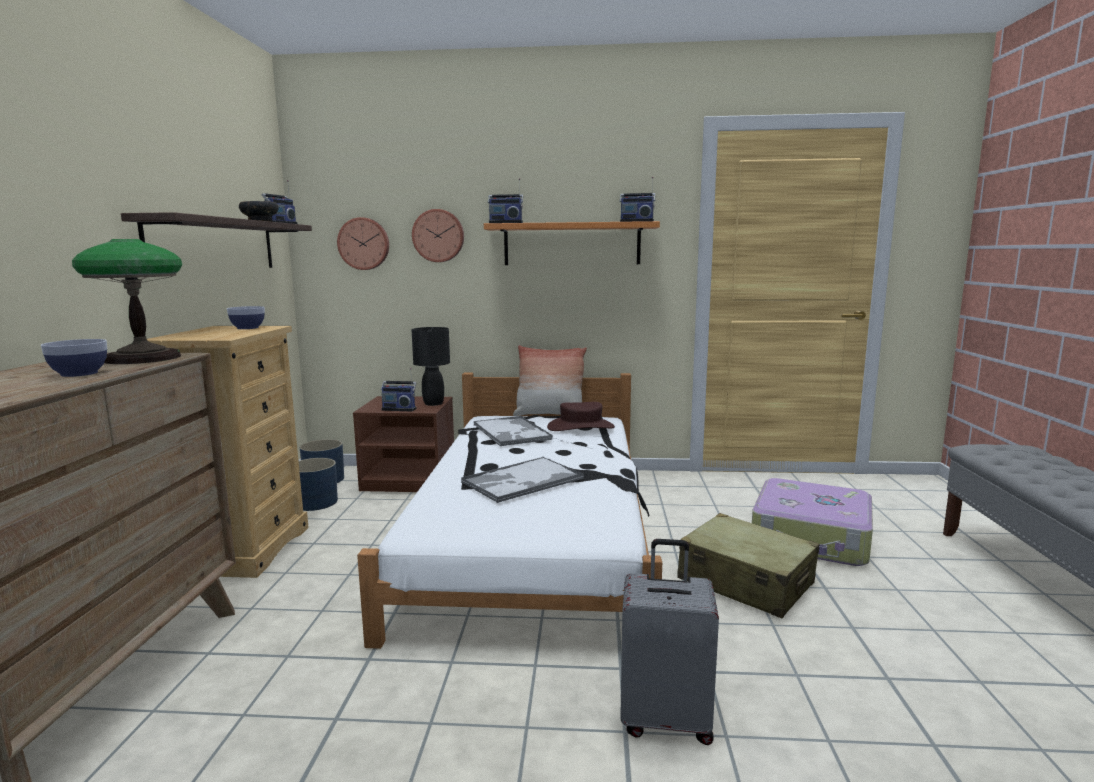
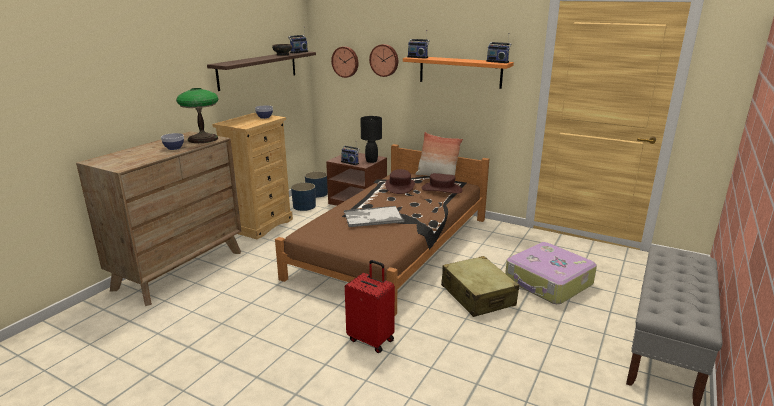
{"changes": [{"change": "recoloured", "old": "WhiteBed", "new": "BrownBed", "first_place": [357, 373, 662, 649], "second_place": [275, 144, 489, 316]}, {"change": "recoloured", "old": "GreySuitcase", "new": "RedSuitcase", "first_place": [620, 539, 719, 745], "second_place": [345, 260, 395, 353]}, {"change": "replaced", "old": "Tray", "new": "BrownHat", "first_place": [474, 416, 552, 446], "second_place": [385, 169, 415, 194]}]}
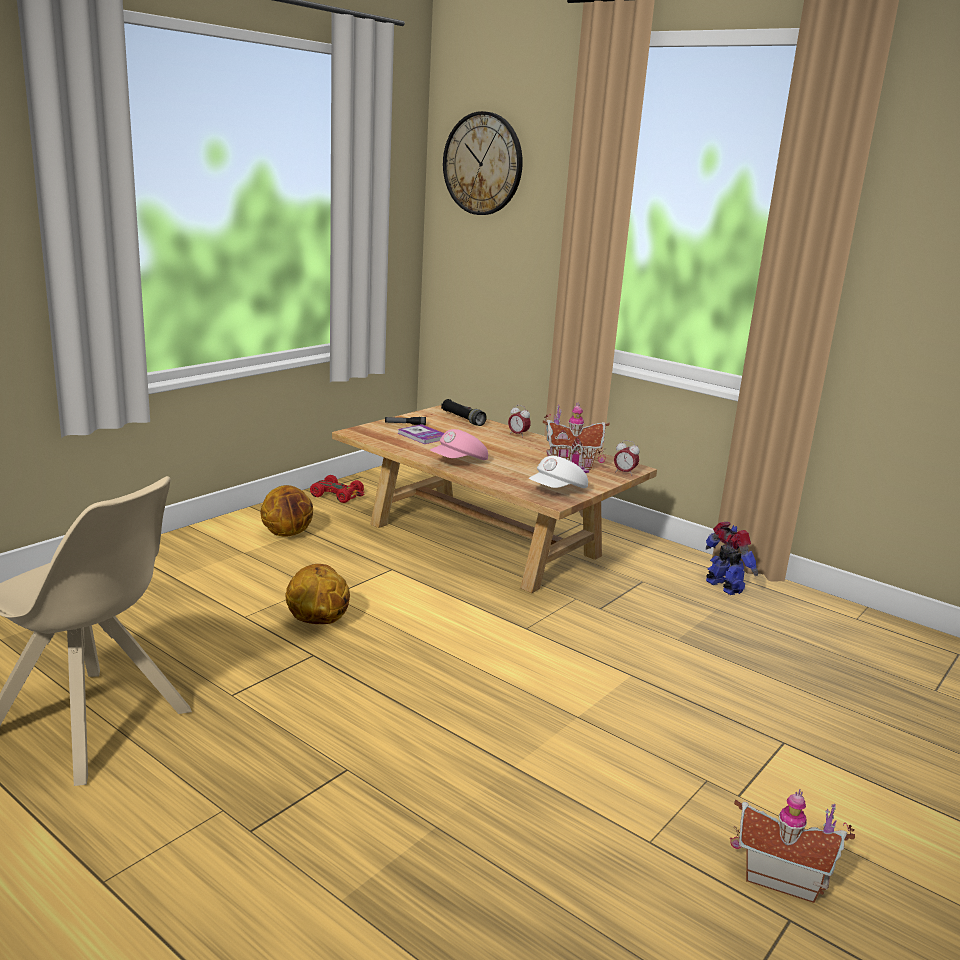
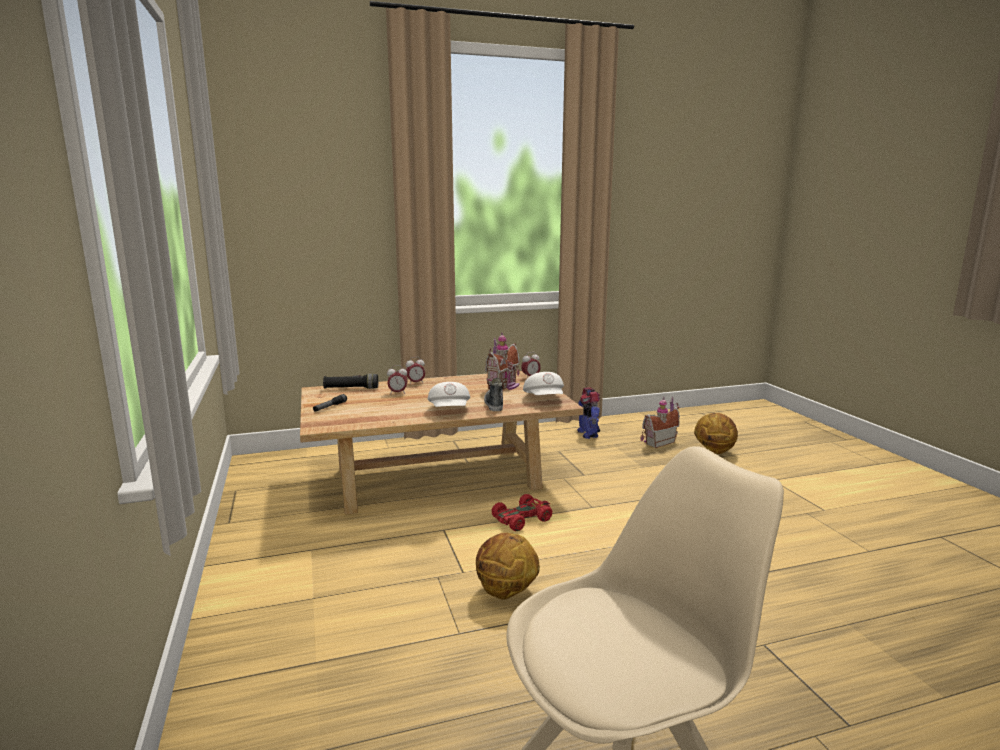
{"changes": [{"change": "added", "new": "AlarmClock", "second_place": [387, 365, 408, 393]}, {"change": "recoloured", "old": "PinkCap", "new": "WhiteCap", "first_place": [430, 429, 488, 460], "second_place": [428, 382, 470, 407]}, {"change": "added", "new": "Shoe", "second_place": [484, 378, 503, 411]}, {"change": "moved", "old": "RedToyCar", "first_place": [310, 475, 364, 503], "second_place": [492, 494, 552, 531]}, {"change": "turned", "old": "ToyRobot", "first_place": [706, 522, 758, 595], "second_place": [577, 388, 600, 439], "degrees": -105}, {"change": "moved", "old": "ToyHouse", "first_place": [731, 789, 855, 903], "second_place": [640, 397, 680, 448]}, {"change": "moved", "old": "Basketball", "first_place": [260, 485, 313, 537], "second_place": [694, 413, 738, 454]}, {"change": "removed", "old": "Book", "first_place": [398, 424, 444, 444]}, {"change": "removed", "old": "WallClock", "first_place": [443, 111, 523, 215]}]}
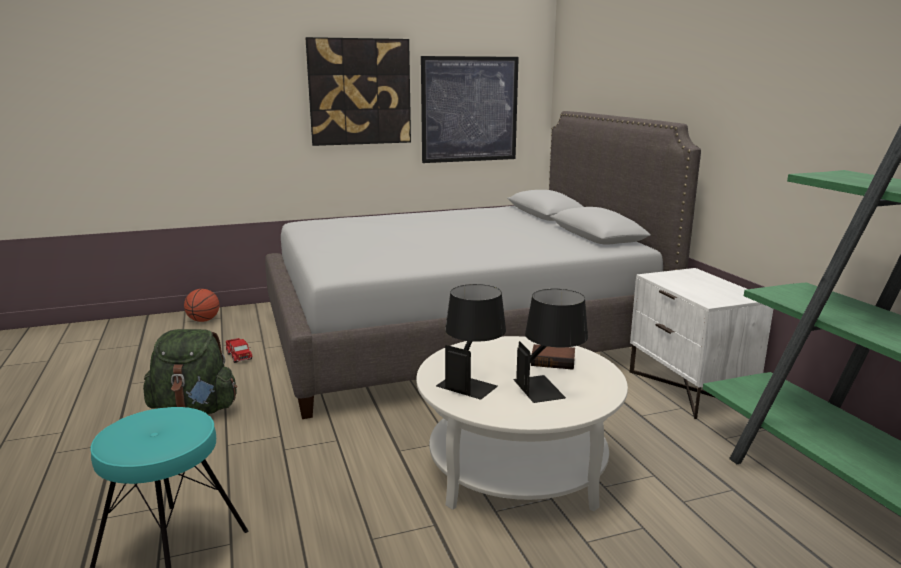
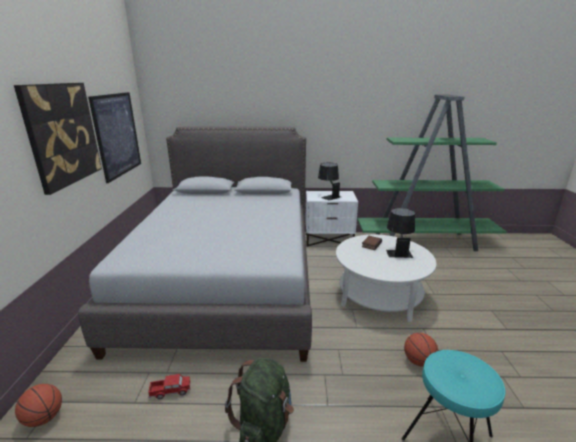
{"changes": [{"change": "moved", "old": "BlackTableLamp", "first_place": [436, 284, 506, 399], "second_place": [318, 163, 341, 201]}, {"change": "added", "new": "Basketball", "second_place": [404, 333, 438, 367]}]}
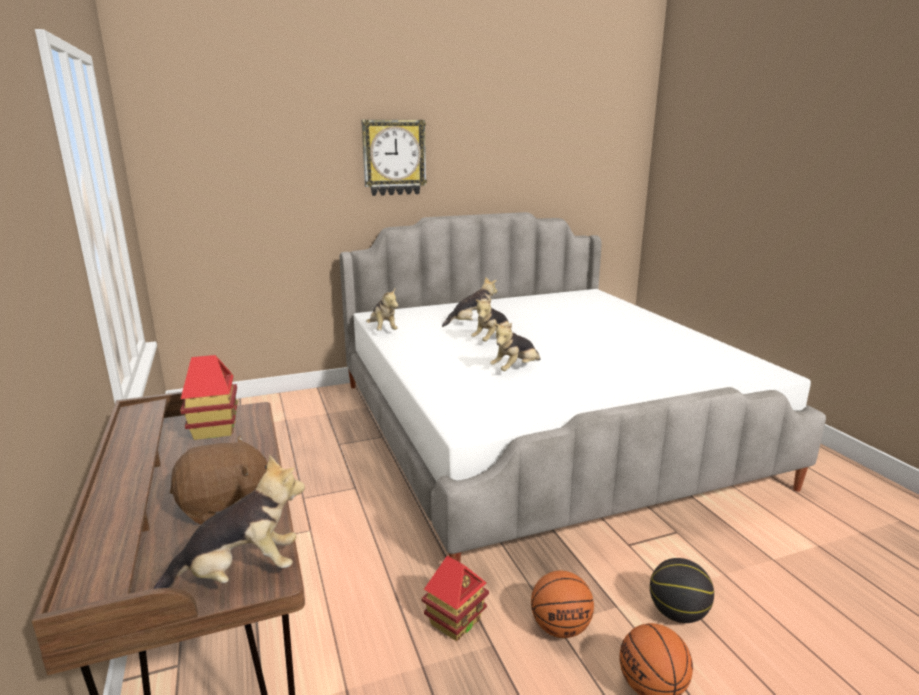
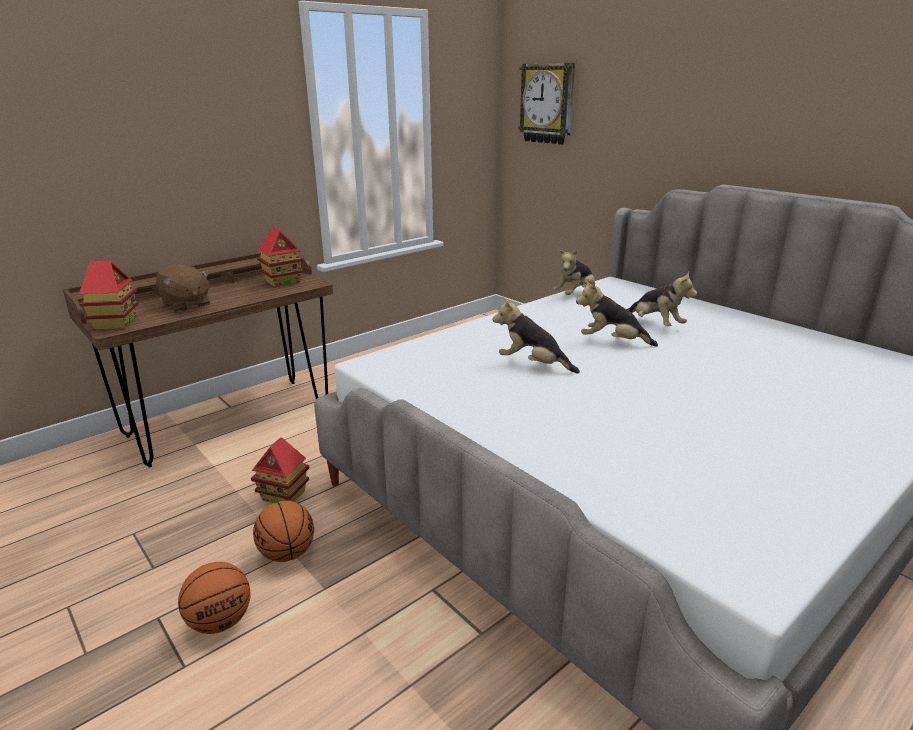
{"changes": [{"change": "replaced", "old": "PlushToy", "new": "ToyHouse", "first_place": [153, 455, 305, 589], "second_place": [79, 260, 139, 330]}, {"change": "moved", "old": "WallClock", "first_place": [361, 120, 427, 196], "second_place": [518, 63, 575, 145]}, {"change": "removed", "old": "Basketball", "first_place": [650, 558, 714, 623]}]}
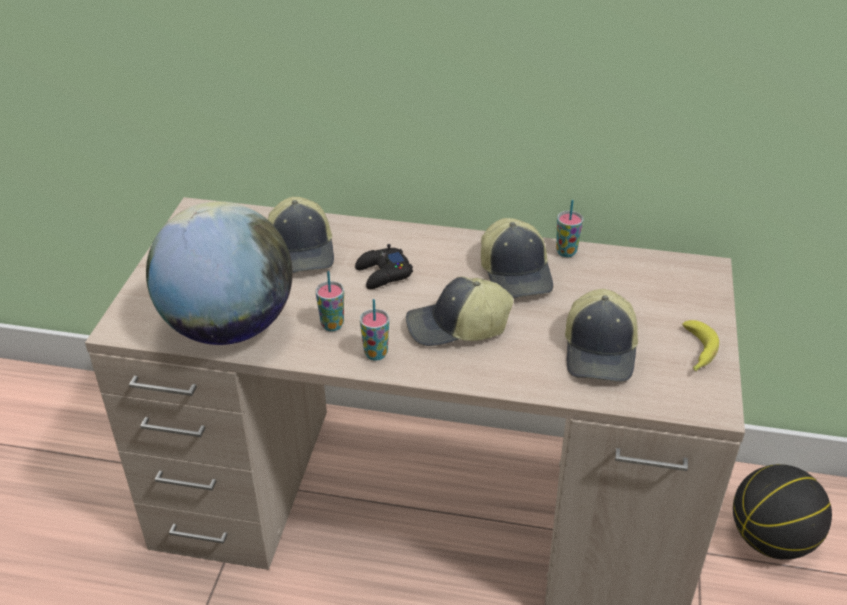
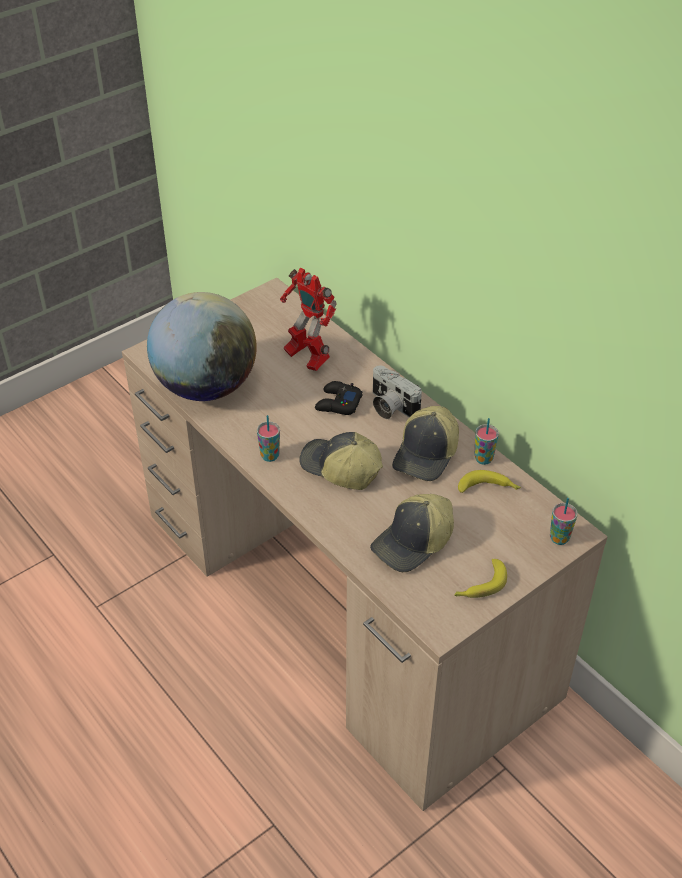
{"changes": [{"change": "replaced", "old": "Cap", "new": "ToyRobot", "first_place": [268, 197, 334, 273], "second_place": [280, 268, 337, 371]}, {"change": "added", "new": "PhotoCamera", "second_place": [373, 365, 422, 419]}, {"change": "added", "new": "Banana", "second_place": [458, 470, 521, 493]}, {"change": "moved", "old": "Cup", "first_place": [315, 271, 344, 331], "second_place": [550, 498, 578, 545]}, {"change": "removed", "old": "Basketball", "first_place": [733, 464, 832, 560]}]}
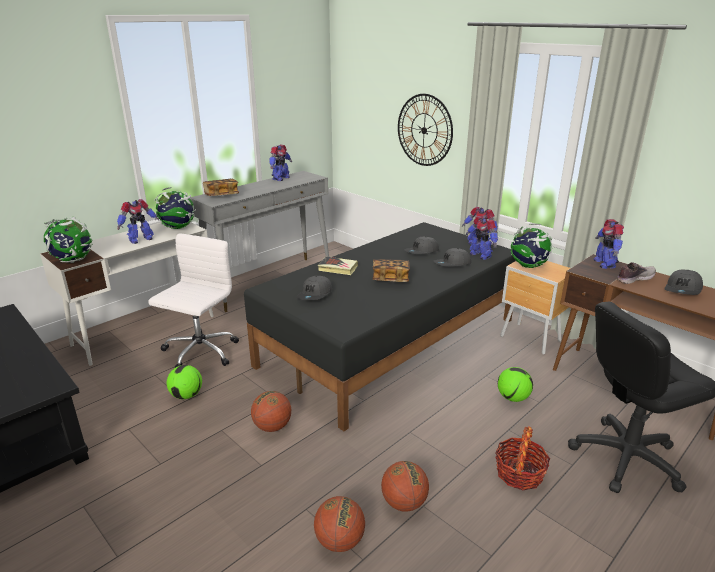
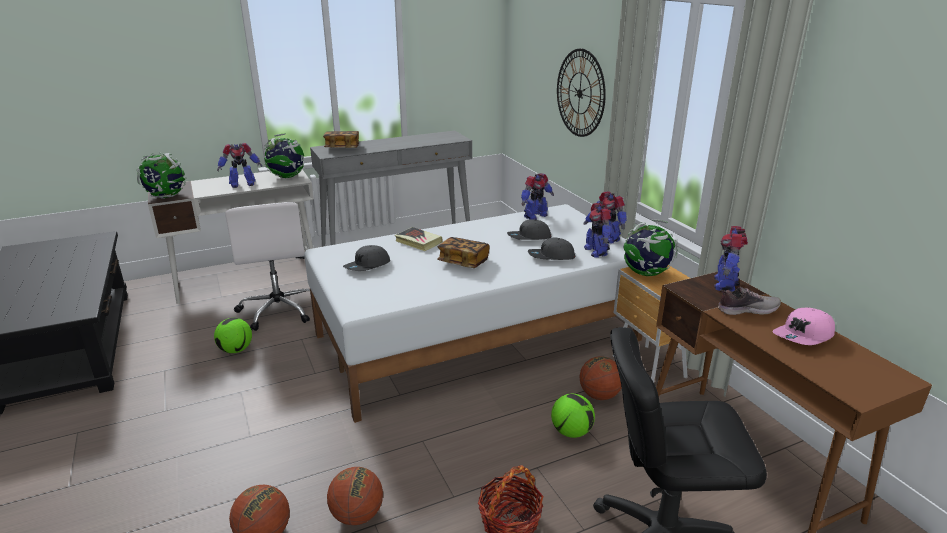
{"changes": [{"change": "turned", "old": "WhiteOfficeChair", "first_place": [148, 233, 239, 368], "second_place": [225, 202, 310, 331], "degrees": 120}, {"change": "recoloured", "old": "BlackBed", "new": "WhiteBed", "first_place": [244, 222, 515, 431], "second_place": [304, 204, 642, 423]}, {"change": "moved", "old": "ToyRobot", "first_place": [269, 145, 292, 181], "second_place": [521, 173, 554, 220]}, {"change": "moved", "old": "Basketball", "first_place": [251, 391, 291, 432], "second_place": [580, 356, 622, 400]}, {"change": "recoloured", "old": "GreyCap", "new": "PinkCap", "first_place": [664, 269, 703, 295], "second_place": [773, 308, 835, 345]}]}
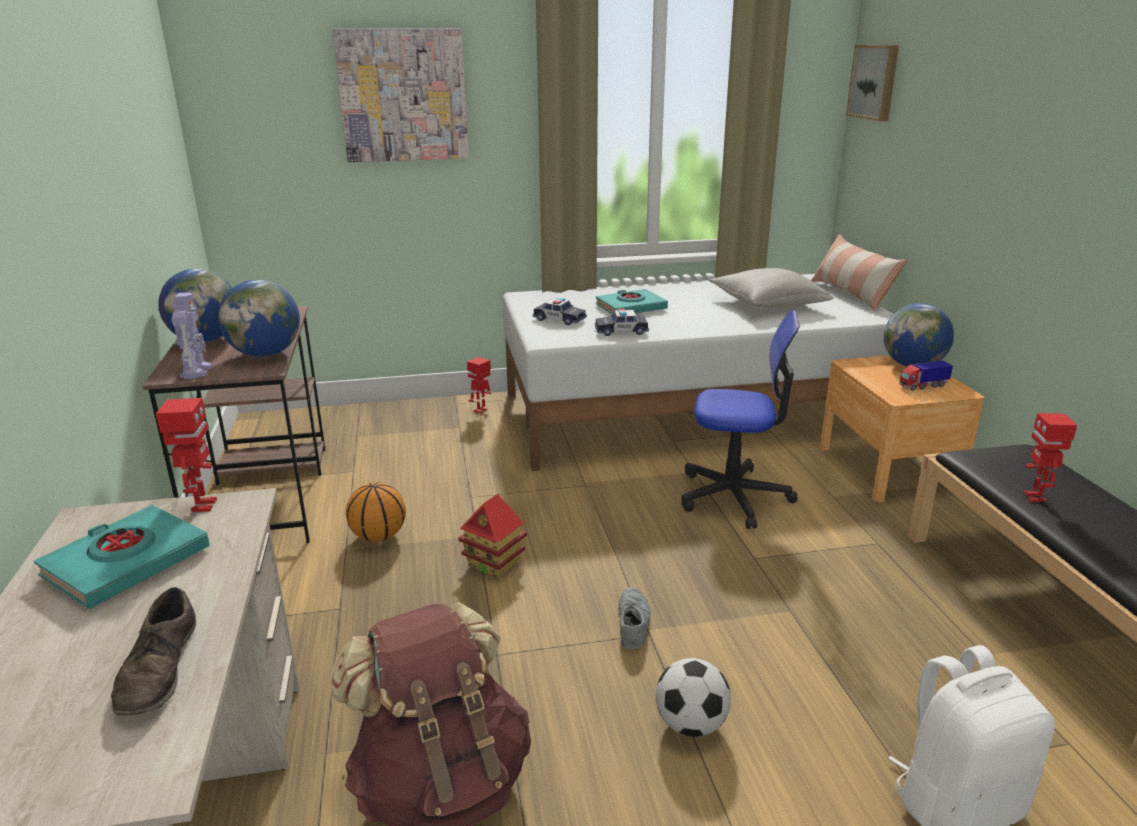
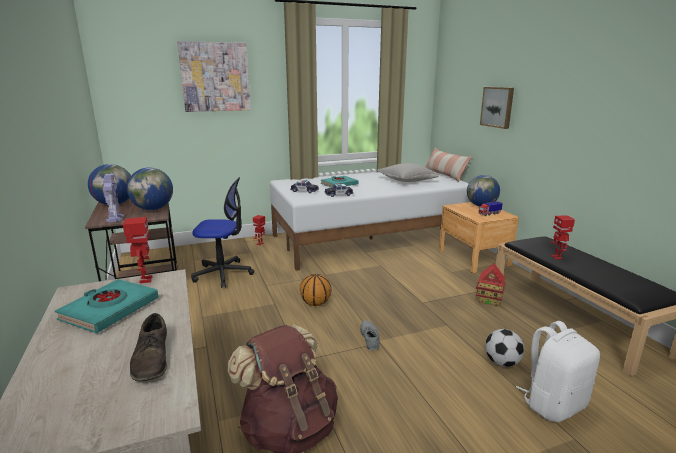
{"changes": [{"change": "moved", "old": "OfficeChair", "first_place": [682, 310, 800, 529], "second_place": [191, 177, 255, 288]}, {"change": "moved", "old": "Basketball", "first_place": [346, 483, 406, 542], "second_place": [300, 274, 331, 306]}, {"change": "moved", "old": "ToyHouse", "first_place": [458, 494, 527, 578], "second_place": [476, 263, 505, 306]}, {"change": "moved", "old": "Picture", "first_place": [846, 45, 899, 121], "second_place": [480, 87, 514, 129]}, {"change": "moved", "old": "Football", "first_place": [656, 658, 731, 737], "second_place": [485, 329, 524, 367]}]}
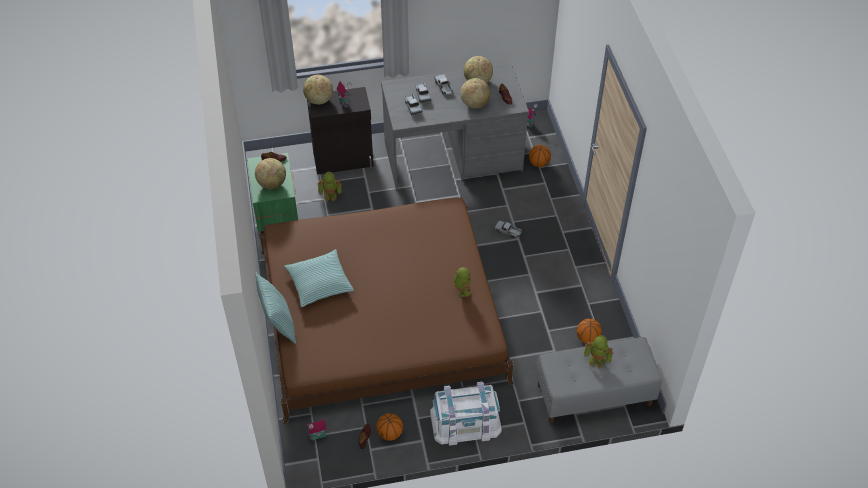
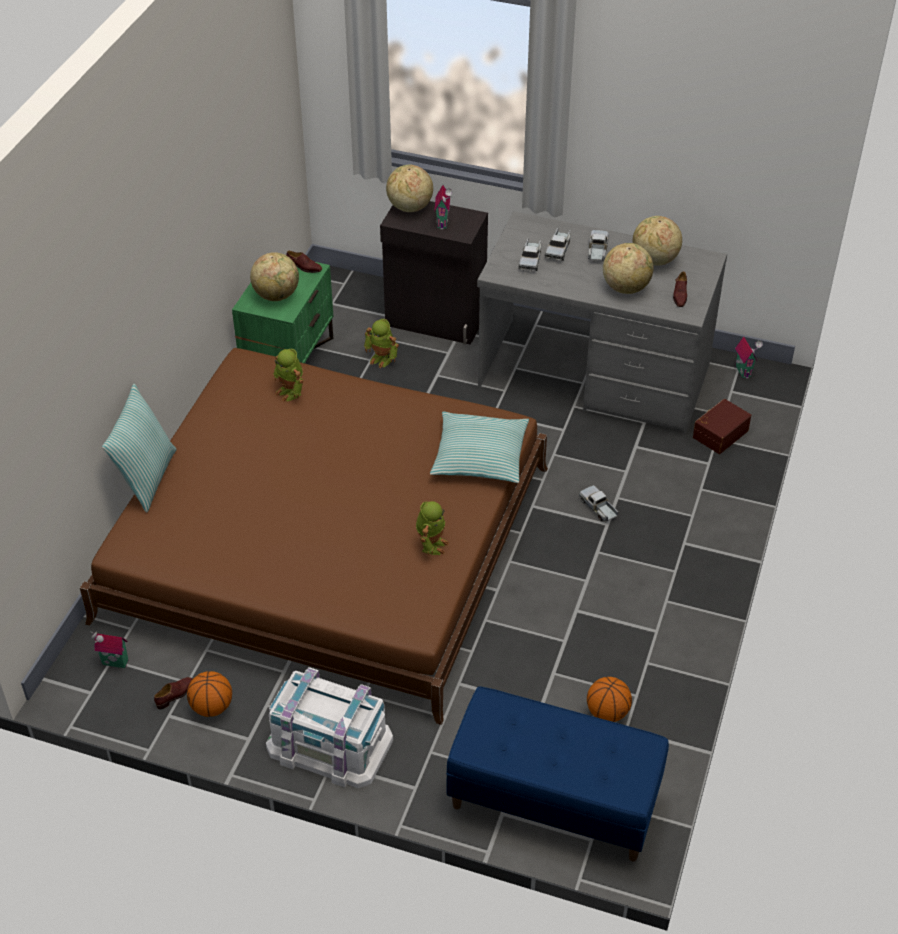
{"changes": [{"change": "moved", "old": "ToyRobot", "first_place": [584, 335, 614, 369], "second_place": [273, 349, 303, 402]}, {"change": "moved", "old": "Pillow", "first_place": [284, 249, 354, 307], "second_place": [430, 412, 529, 483]}, {"change": "recoloured", "old": "GreyBench", "new": "BlueBench", "first_place": [536, 337, 662, 423], "second_place": [446, 687, 669, 862]}, {"change": "replaced", "old": "Basketball", "new": "BrownStorageBox", "first_place": [529, 145, 551, 167], "second_place": [693, 399, 751, 454]}]}
